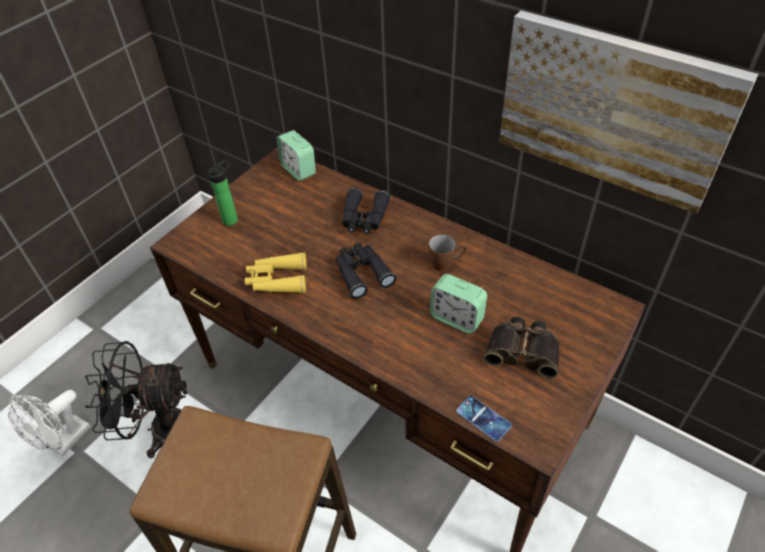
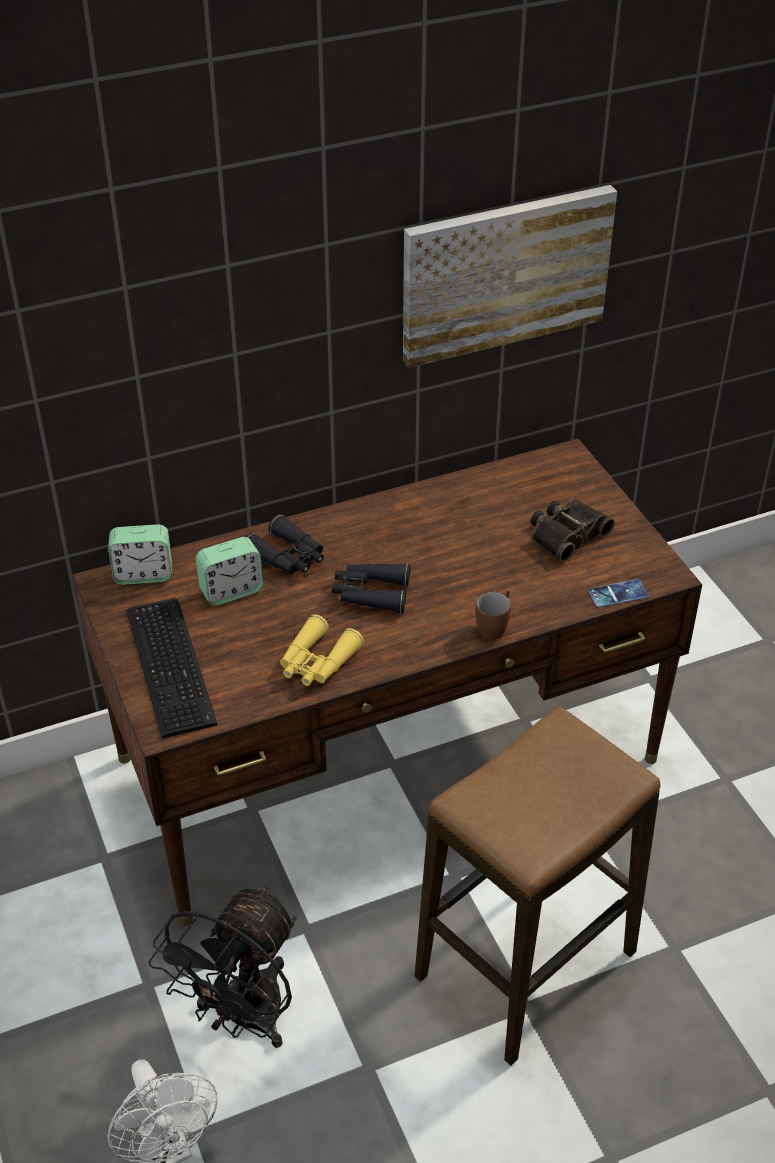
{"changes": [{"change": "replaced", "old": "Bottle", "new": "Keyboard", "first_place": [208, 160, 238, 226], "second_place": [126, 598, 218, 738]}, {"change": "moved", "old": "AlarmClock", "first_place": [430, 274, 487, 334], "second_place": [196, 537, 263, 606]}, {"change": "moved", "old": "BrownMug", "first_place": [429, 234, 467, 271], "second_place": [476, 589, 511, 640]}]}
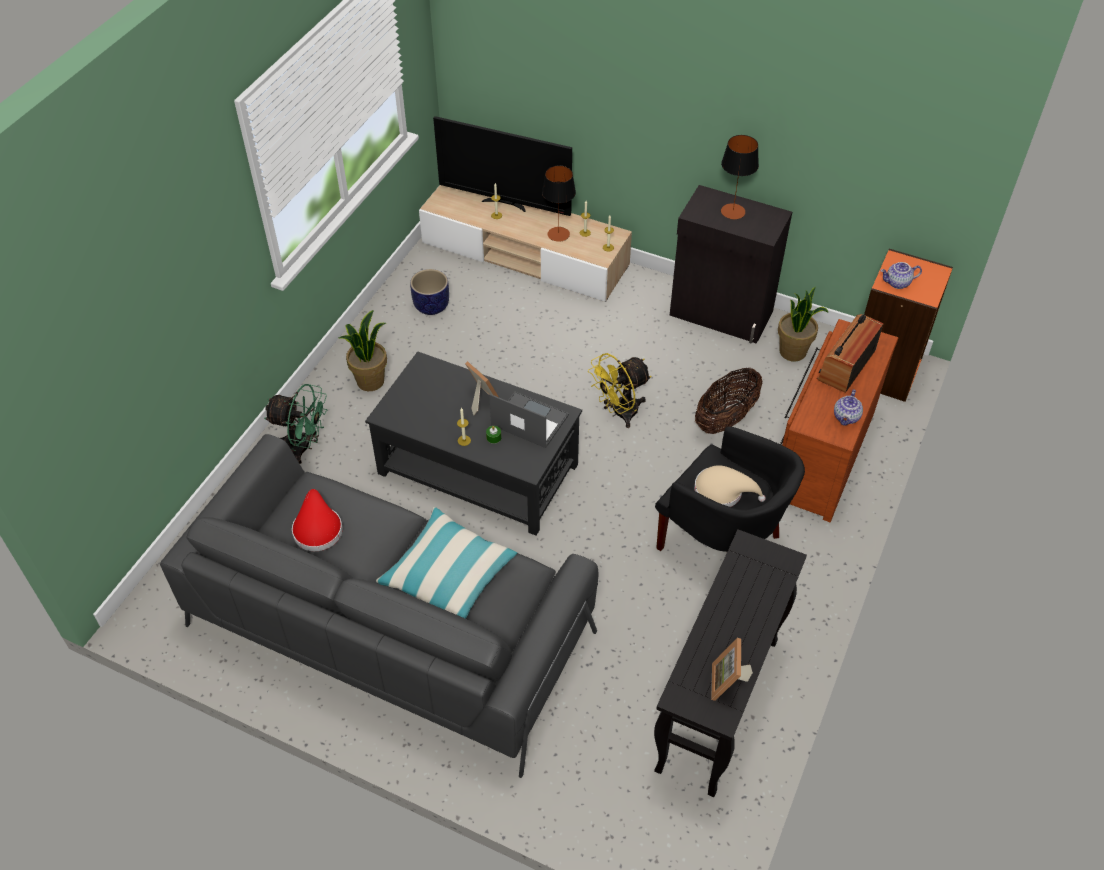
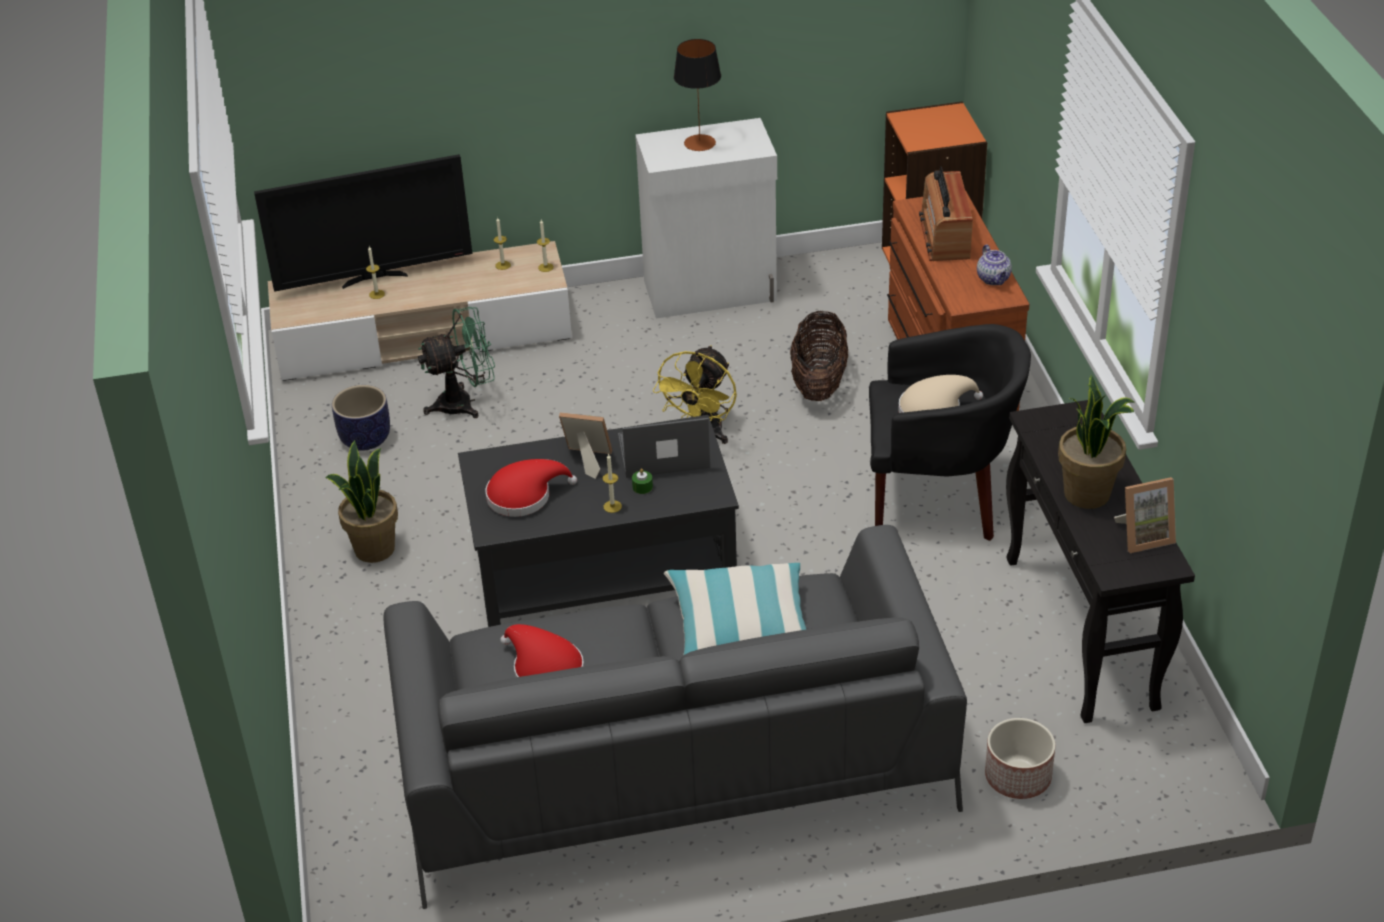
{"changes": [{"change": "moved", "old": "GreenFan", "first_place": [264, 384, 327, 464], "second_place": [418, 307, 495, 418]}, {"change": "added", "new": "RedHat", "second_place": [486, 459, 577, 517]}, {"change": "recoloured", "old": "BlackCabinet", "new": "WhiteCabinet", "first_place": [670, 185, 792, 344], "second_place": [635, 118, 777, 318]}, {"change": "added", "new": "Planter", "second_place": [985, 718, 1055, 799]}, {"change": "moved", "old": "PottedPlant", "first_place": [778, 287, 829, 362], "second_place": [1058, 375, 1134, 509]}, {"change": "turned", "old": "PictureFrame", "first_place": [711, 638, 753, 701], "second_place": [1114, 477, 1176, 553], "degrees": -75}, {"change": "removed", "old": "TableLamp", "first_place": [542, 166, 576, 242]}, {"change": "removed", "old": "Teapot", "first_place": [880, 262, 922, 289]}]}
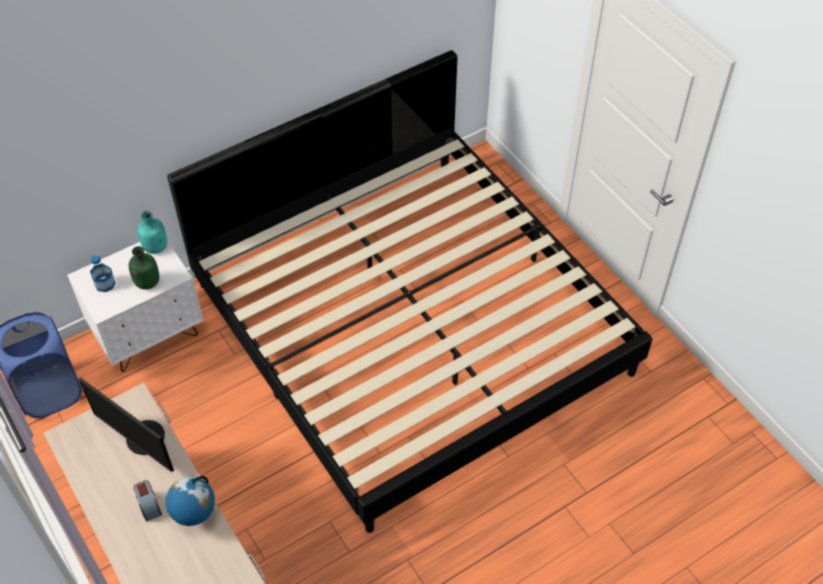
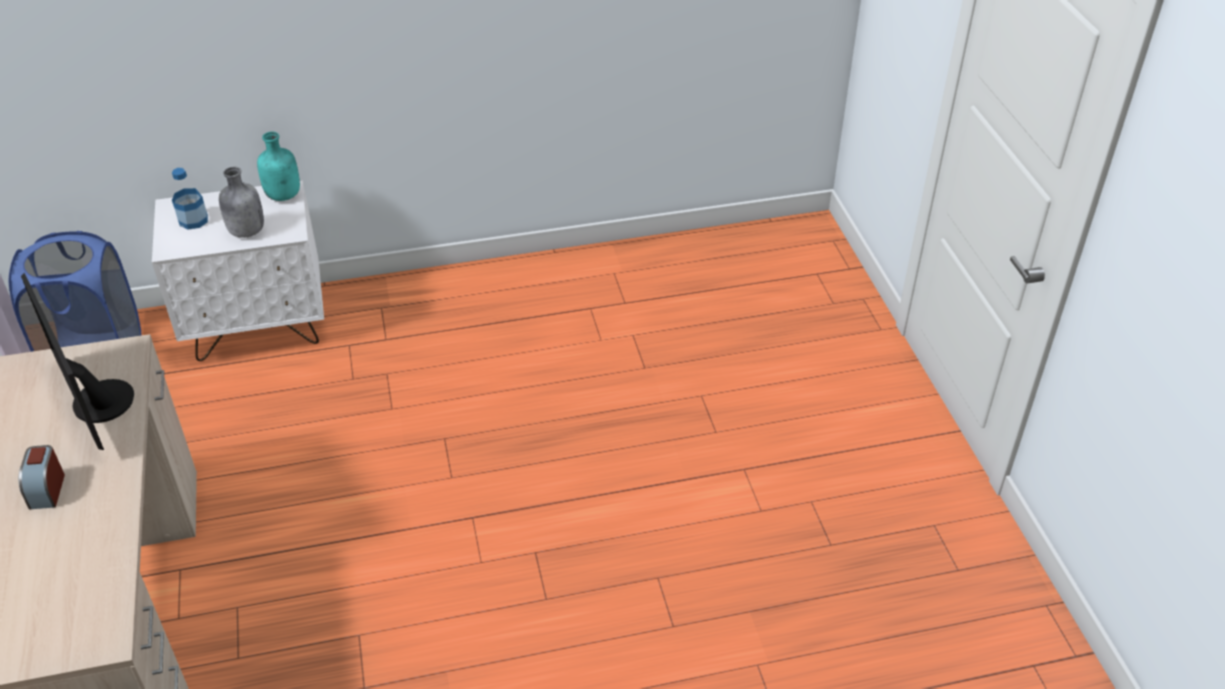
{"changes": [{"change": "recoloured", "old": "GreenBottle", "new": "GreyBottle", "first_place": [129, 246, 159, 290], "second_place": [219, 167, 264, 238]}, {"change": "removed", "old": "Globe", "first_place": [166, 476, 215, 526]}, {"change": "removed", "old": "Bed", "first_place": [167, 50, 653, 533]}]}
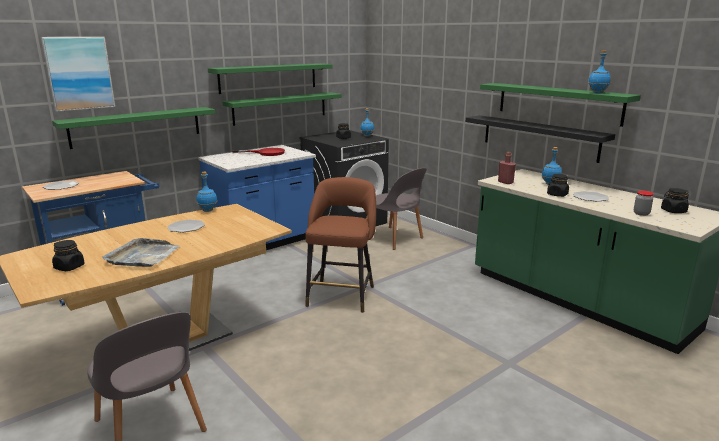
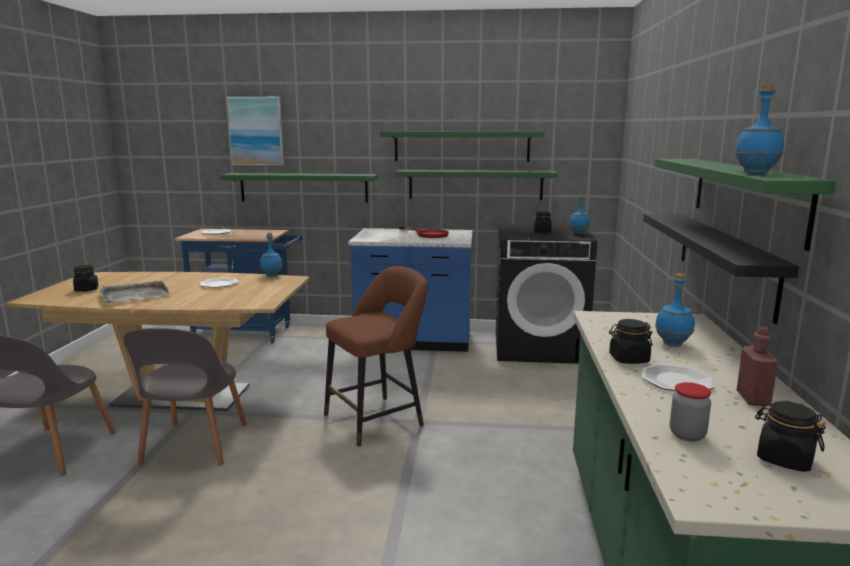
{"changes": [{"change": "moved", "old": "GreyChair", "first_place": [366, 168, 427, 250], "second_place": [123, 328, 247, 465]}, {"change": "moved", "old": "RedBottle", "first_place": [498, 152, 516, 184], "second_place": [737, 327, 778, 406]}]}
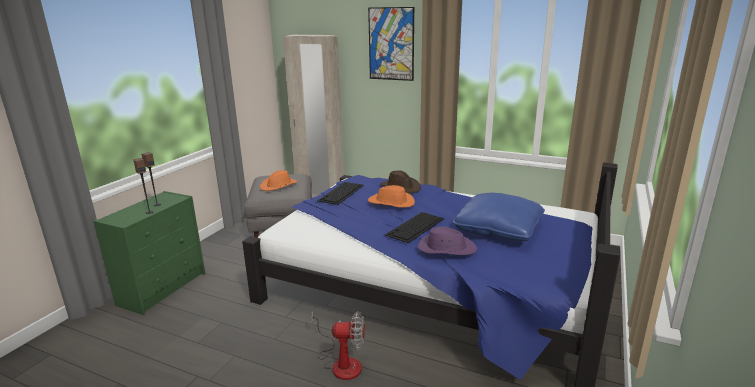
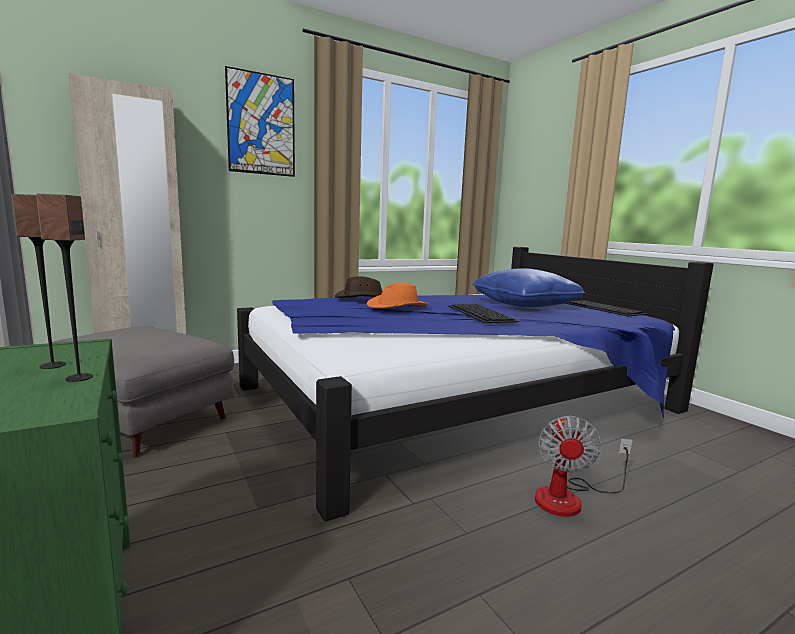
{"changes": [{"change": "turned", "old": "Fan", "first_place": [311, 310, 365, 380], "second_place": [535, 416, 632, 517], "degrees": 150}, {"change": "moved", "old": "Keyboard", "first_place": [317, 182, 364, 205], "second_place": [565, 300, 648, 317]}, {"change": "removed", "old": "OrangeHat", "first_place": [260, 170, 298, 191]}, {"change": "removed", "old": "PurpleHat", "first_place": [418, 226, 477, 255]}]}
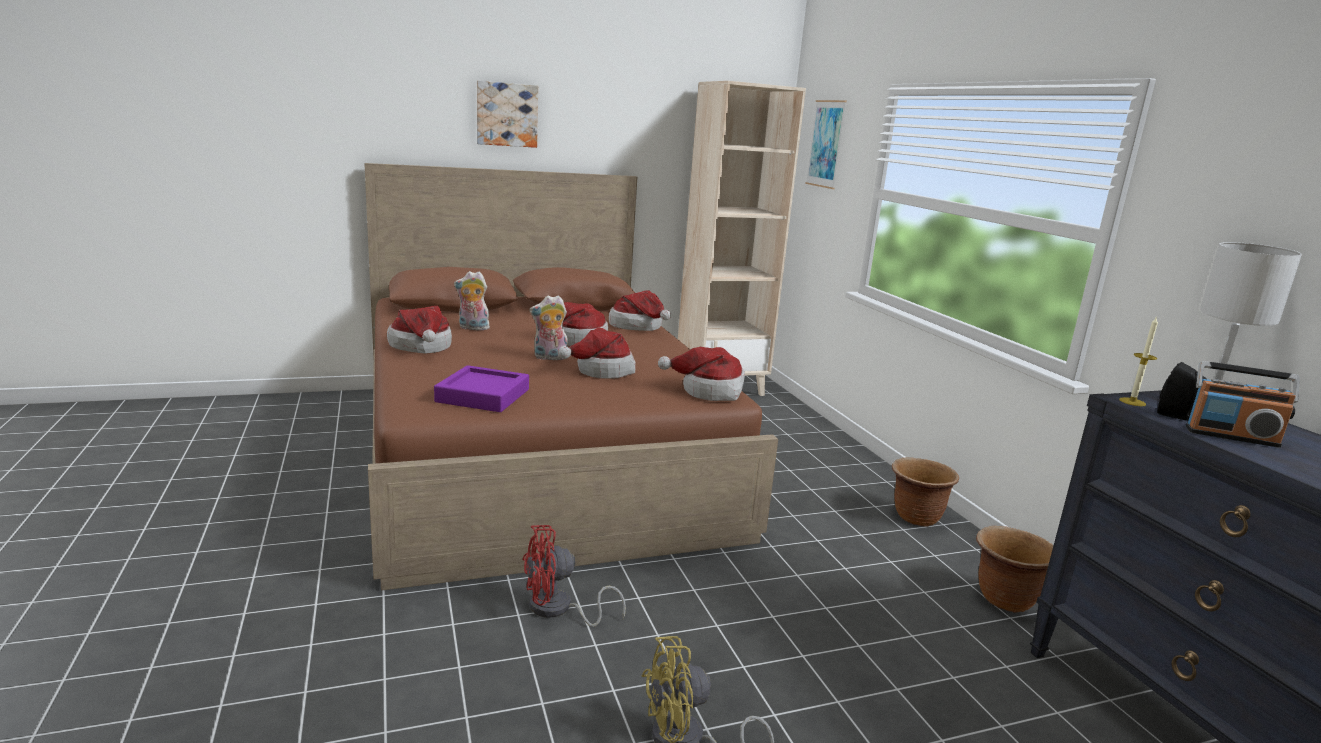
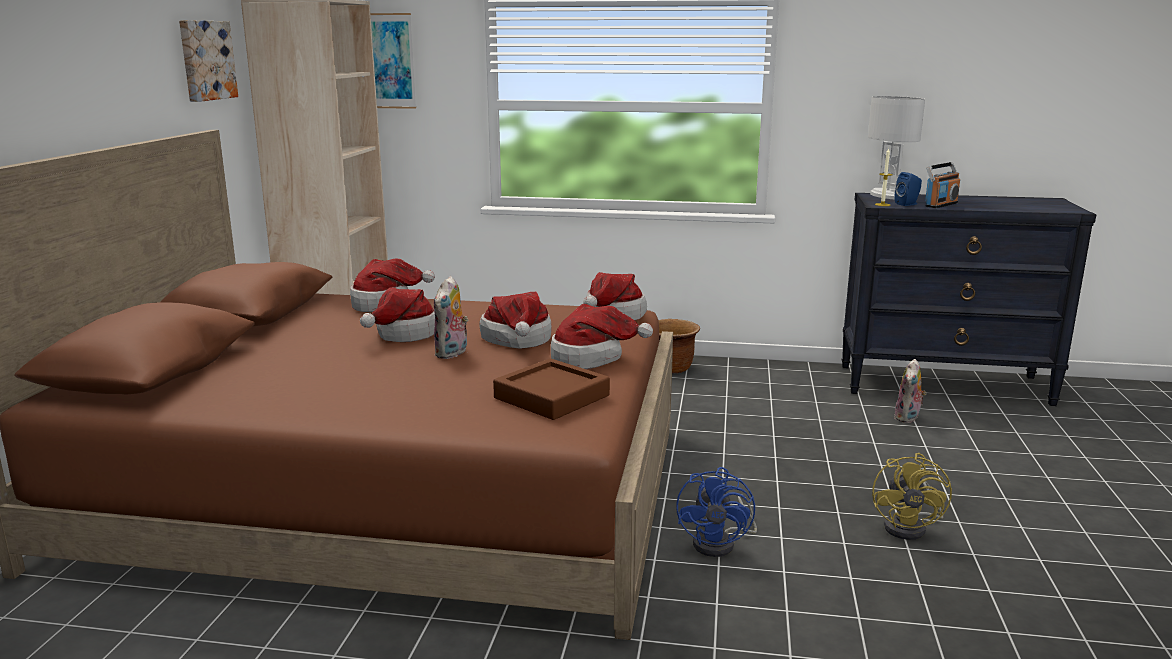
{"changes": [{"change": "moved", "old": "Picture", "first_place": [477, 81, 538, 148], "second_place": [179, 20, 238, 102]}, {"change": "recoloured", "old": "PurpleTray", "new": "BrownTray", "first_place": [434, 365, 529, 412], "second_place": [493, 358, 610, 420]}, {"change": "moved", "old": "Hat", "first_place": [387, 306, 452, 354], "second_place": [551, 304, 653, 369]}, {"change": "recoloured", "old": "RedFan", "new": "BlueFan", "first_place": [523, 525, 626, 627], "second_place": [676, 467, 757, 557]}, {"change": "moved", "old": "PlushToy", "first_place": [454, 271, 490, 330], "second_place": [894, 359, 927, 423]}, {"change": "recoloured", "old": "BlackSpeaker", "new": "BlueSpeaker", "first_place": [1157, 362, 1206, 421], "second_place": [895, 172, 922, 206]}, {"change": "removed", "old": "BrownPlanter", "first_place": [976, 526, 1054, 612]}]}
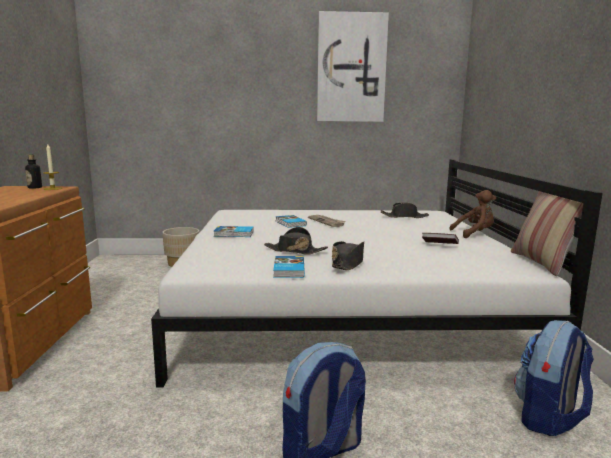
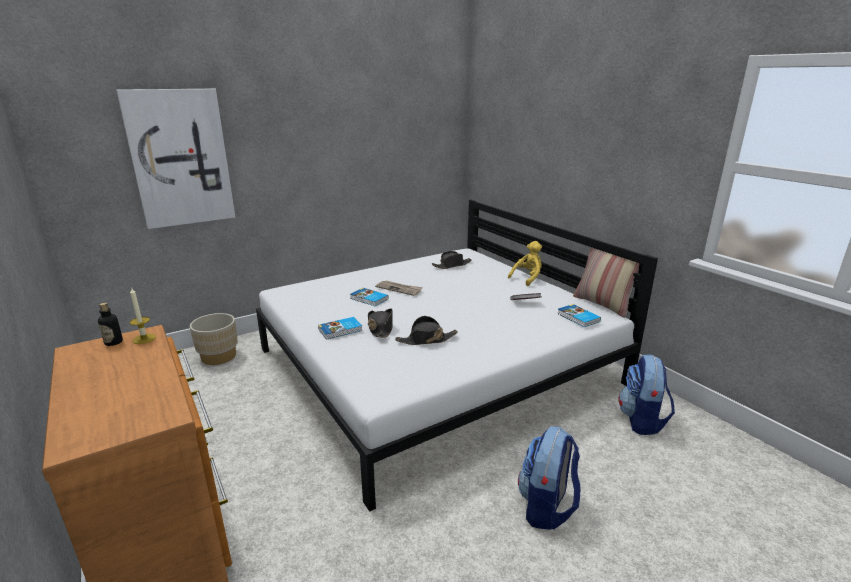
{"changes": [{"change": "moved", "old": "Picture", "first_place": [317, 11, 389, 122], "second_place": [116, 89, 235, 229]}, {"change": "moved", "old": "BlackHat", "first_place": [332, 241, 364, 270], "second_place": [368, 309, 393, 338]}, {"change": "recoloured", "old": "BrownPlushToy", "new": "YellowPlushToy", "first_place": [449, 190, 496, 238], "second_place": [508, 241, 542, 286]}, {"change": "moved", "old": "Book", "first_place": [273, 256, 305, 278], "second_place": [557, 304, 601, 327]}]}
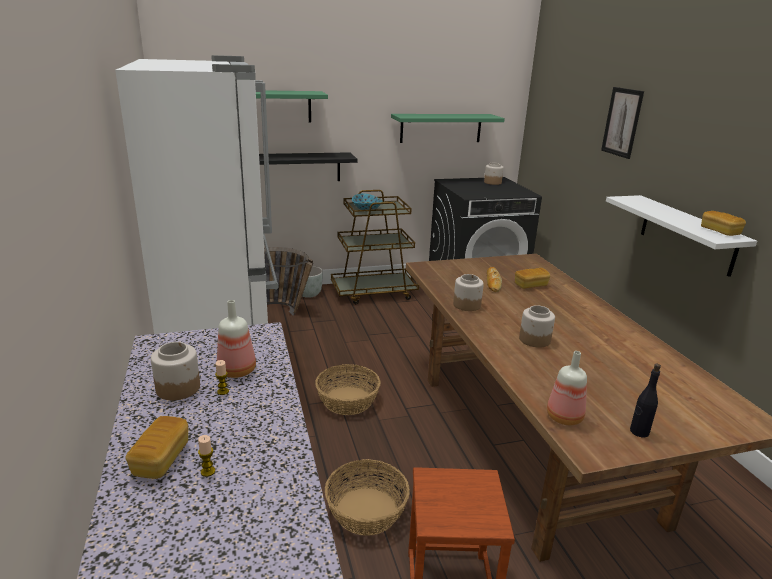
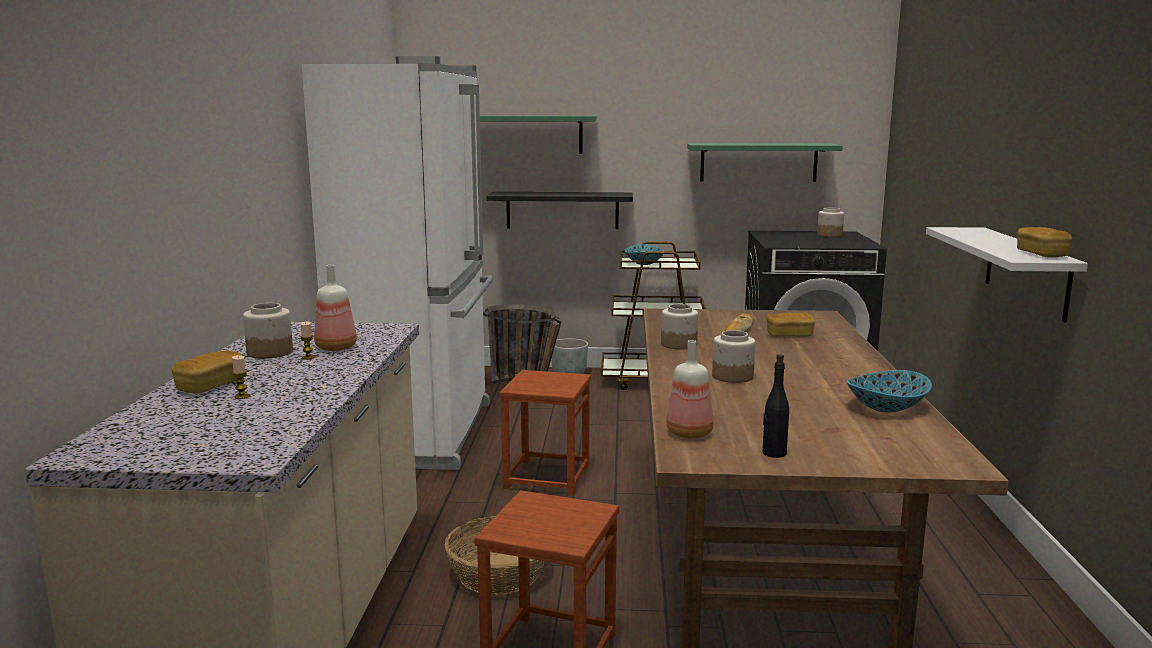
{"changes": [{"change": "replaced", "old": "Basket", "new": "BrownStool", "first_place": [315, 364, 381, 415], "second_place": [499, 370, 591, 496]}, {"change": "added", "new": "Bowl", "second_place": [846, 370, 932, 413]}, {"change": "removed", "old": "Picture", "first_place": [601, 87, 644, 159]}]}
